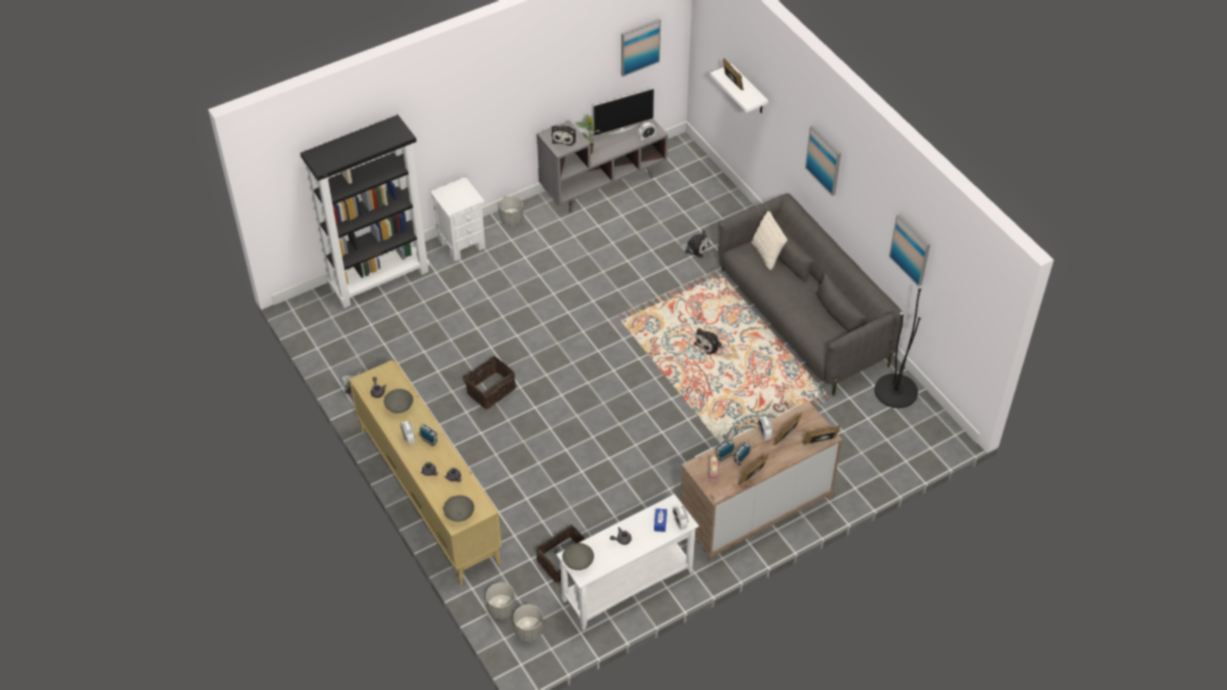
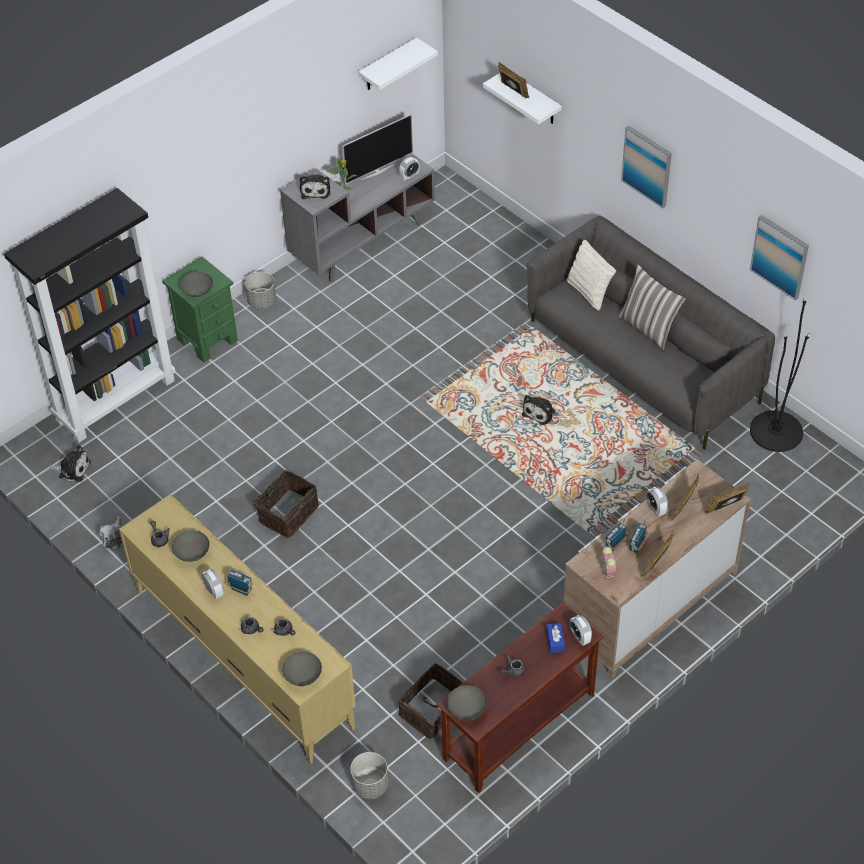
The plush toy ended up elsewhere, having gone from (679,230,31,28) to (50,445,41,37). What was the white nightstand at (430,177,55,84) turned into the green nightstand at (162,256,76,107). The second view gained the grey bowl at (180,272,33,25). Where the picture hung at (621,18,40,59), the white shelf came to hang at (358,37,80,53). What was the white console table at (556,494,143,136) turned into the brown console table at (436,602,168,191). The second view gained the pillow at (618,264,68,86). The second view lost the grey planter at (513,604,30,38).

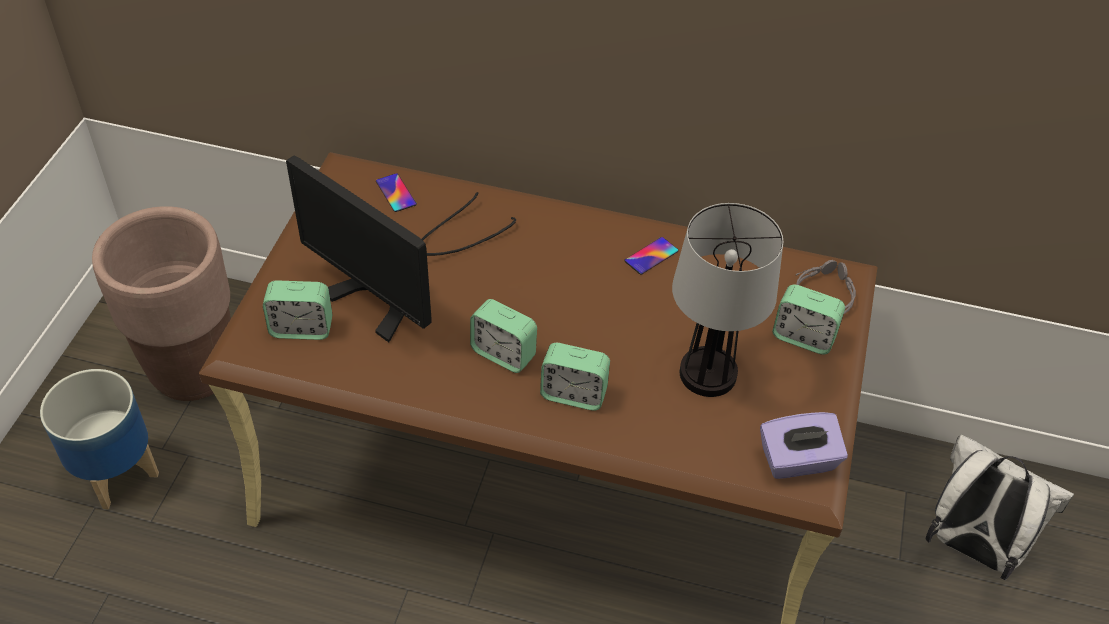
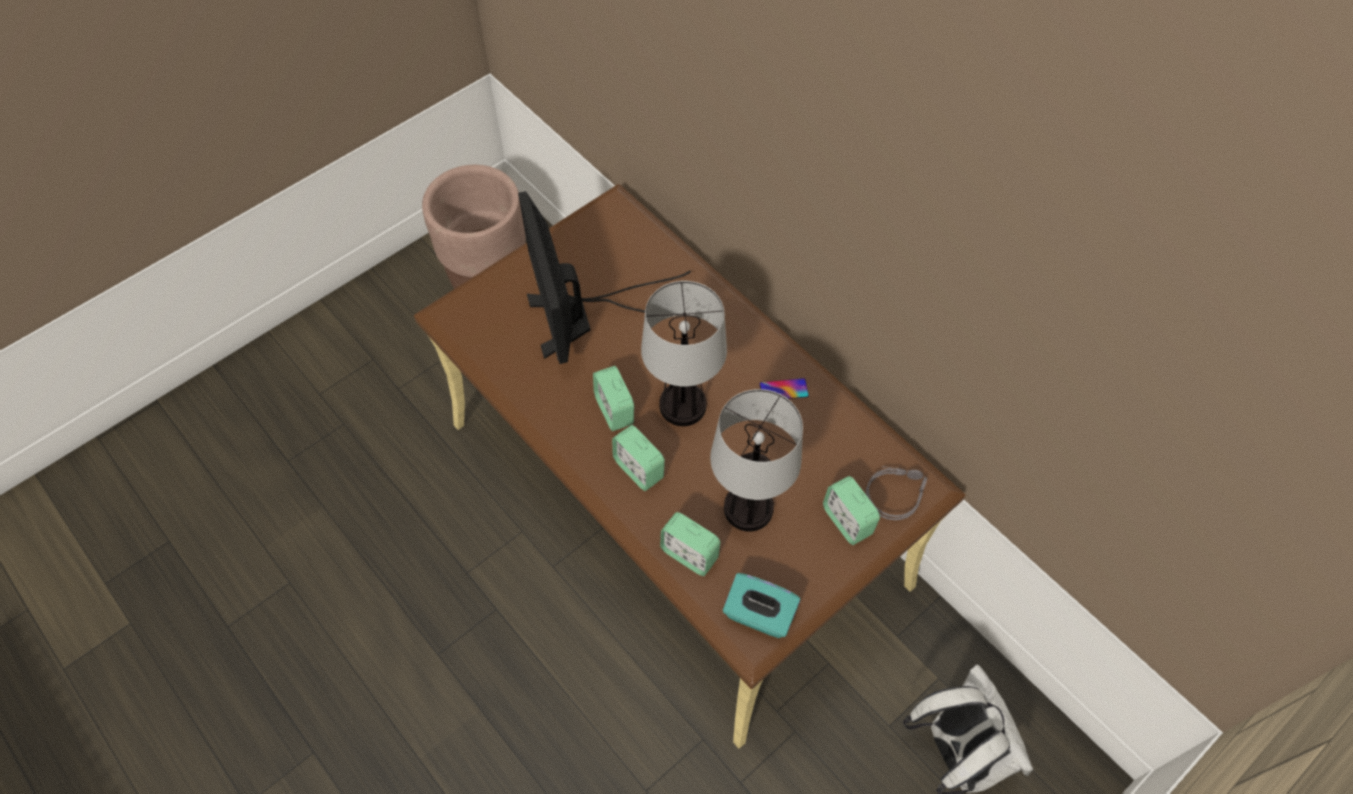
The second view gained the table lamp at (641,281,86,145). The alarm clock ended up elsewhere, having gone from (263,280,69,60) to (660,512,61,64). What was the purple tissue box at (760,412,88,67) turned into the turquoise tissue box at (723,573,77,65). The second view lost the planter at (40,369,119,140). The second view lost the phone at (376,173,41,39).

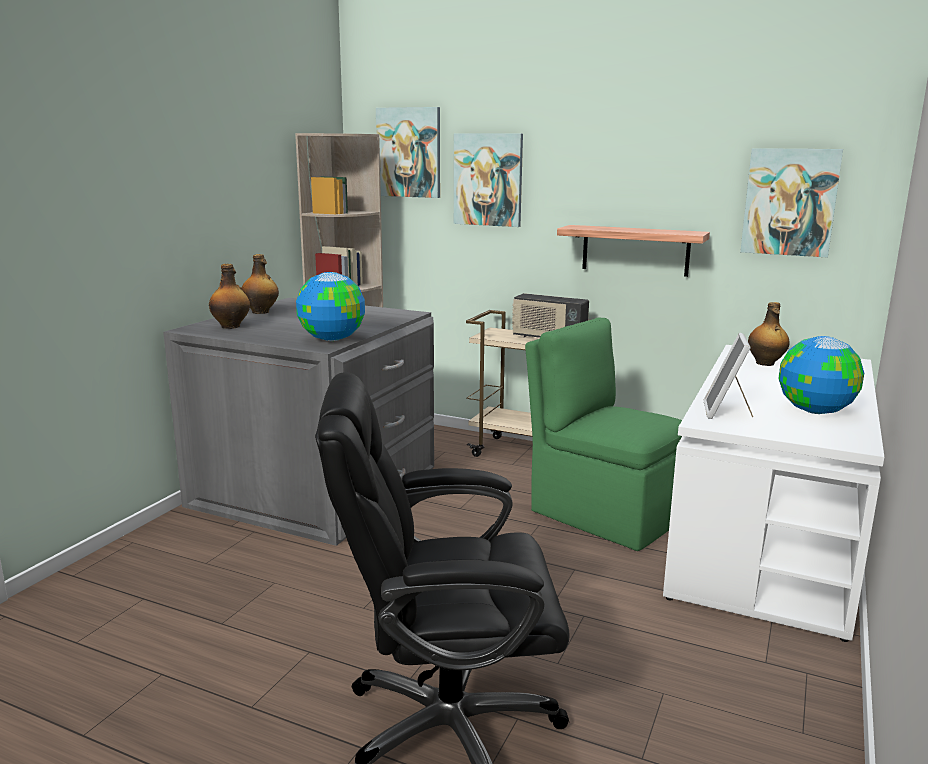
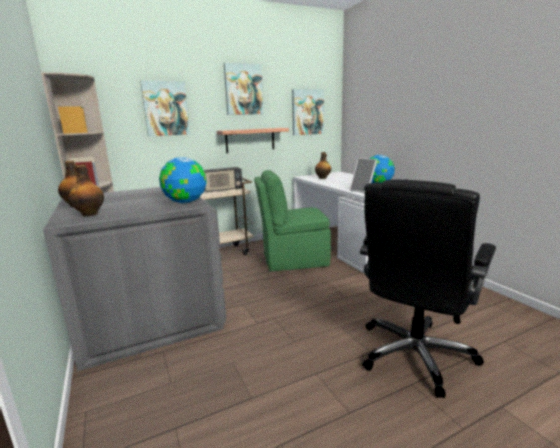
The picture ended up elsewhere, having gone from (376,107,64,91) to (224,63,40,52).

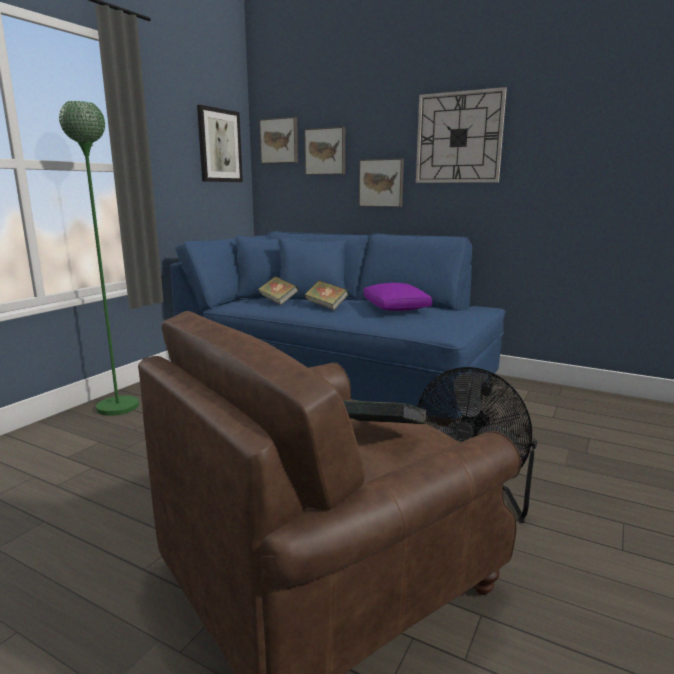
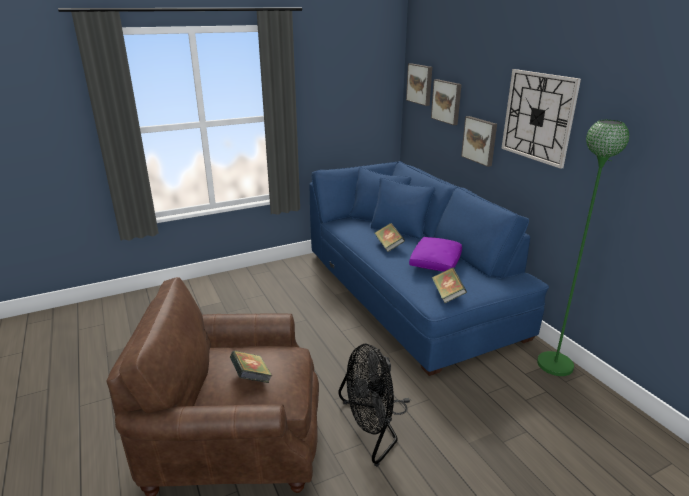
The book ended up elsewhere, having gone from (258,276,41,29) to (432,267,35,36). The green floor lamp ended up elsewhere, having gone from (59,101,80,315) to (537,120,92,256). The second view lost the picture at (197,105,46,77).

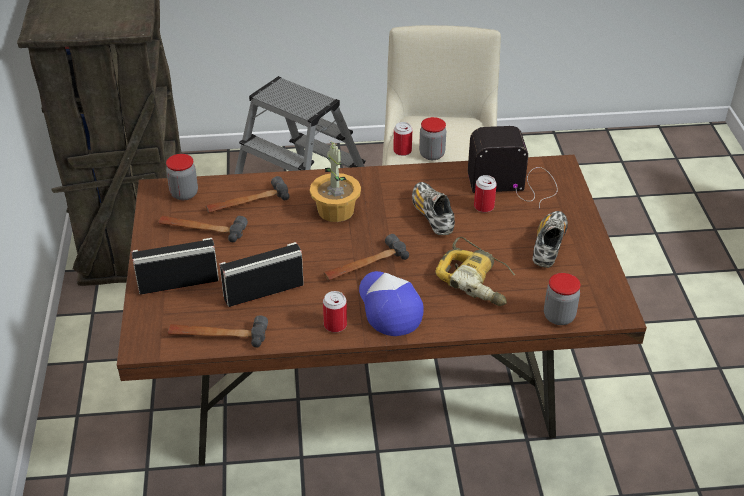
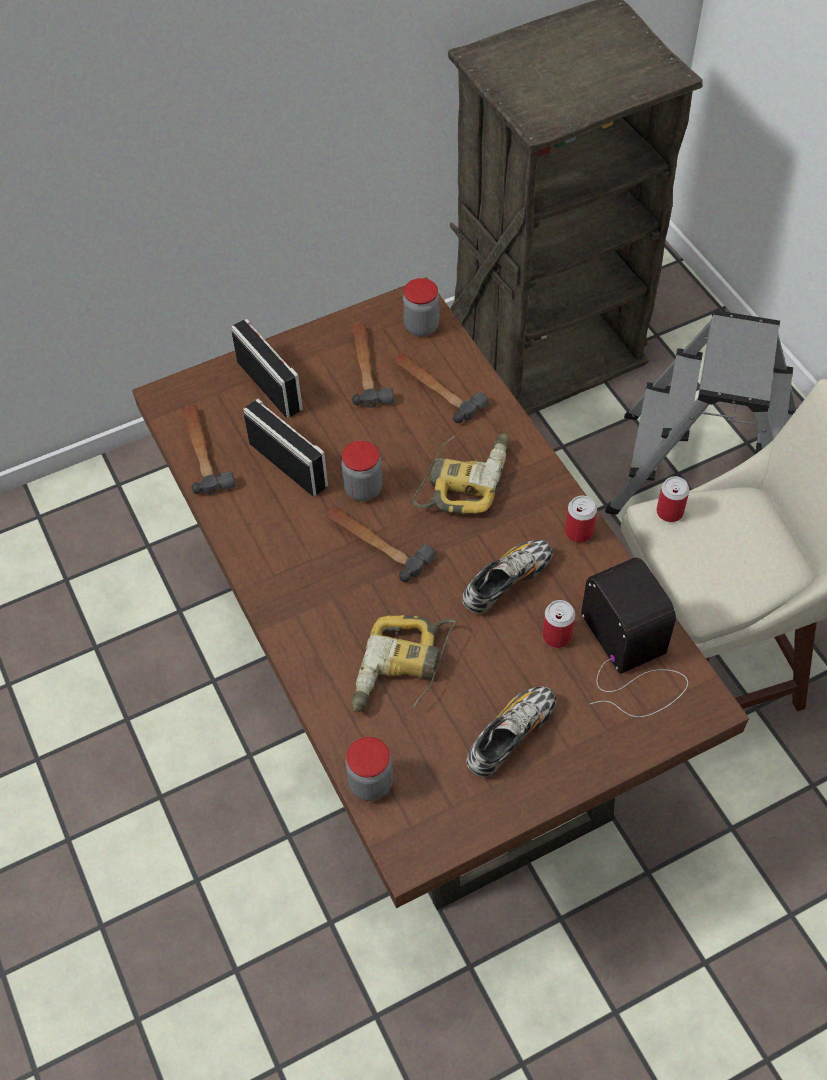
The jar ended up elsewhere, having gone from (419,117,27,43) to (341,441,42,60). Where the potted plant stood at (310,142,51,80), the power drill came to stand at (413,433,97,81). The shoe at (532,211,36,57) ended up facing another way, 45 degrees counterclockwise from before. The can ended up elsewhere, having gone from (323,291,24,42) to (565,496,32,47). The second view lost the cap at (359,271,65,65).

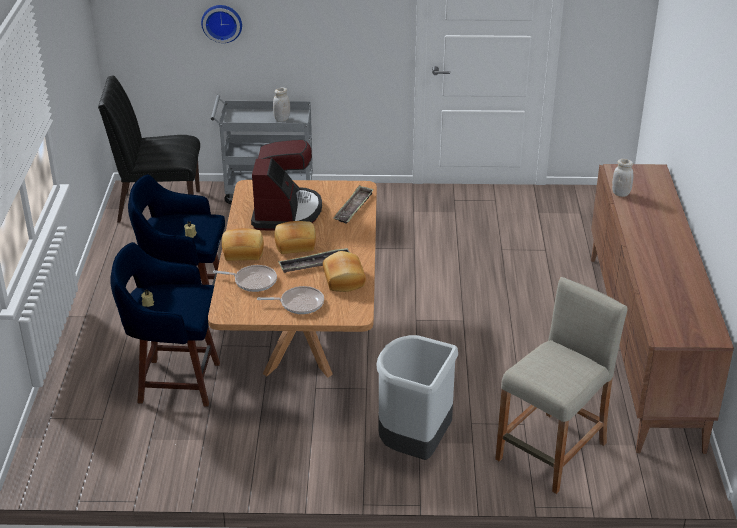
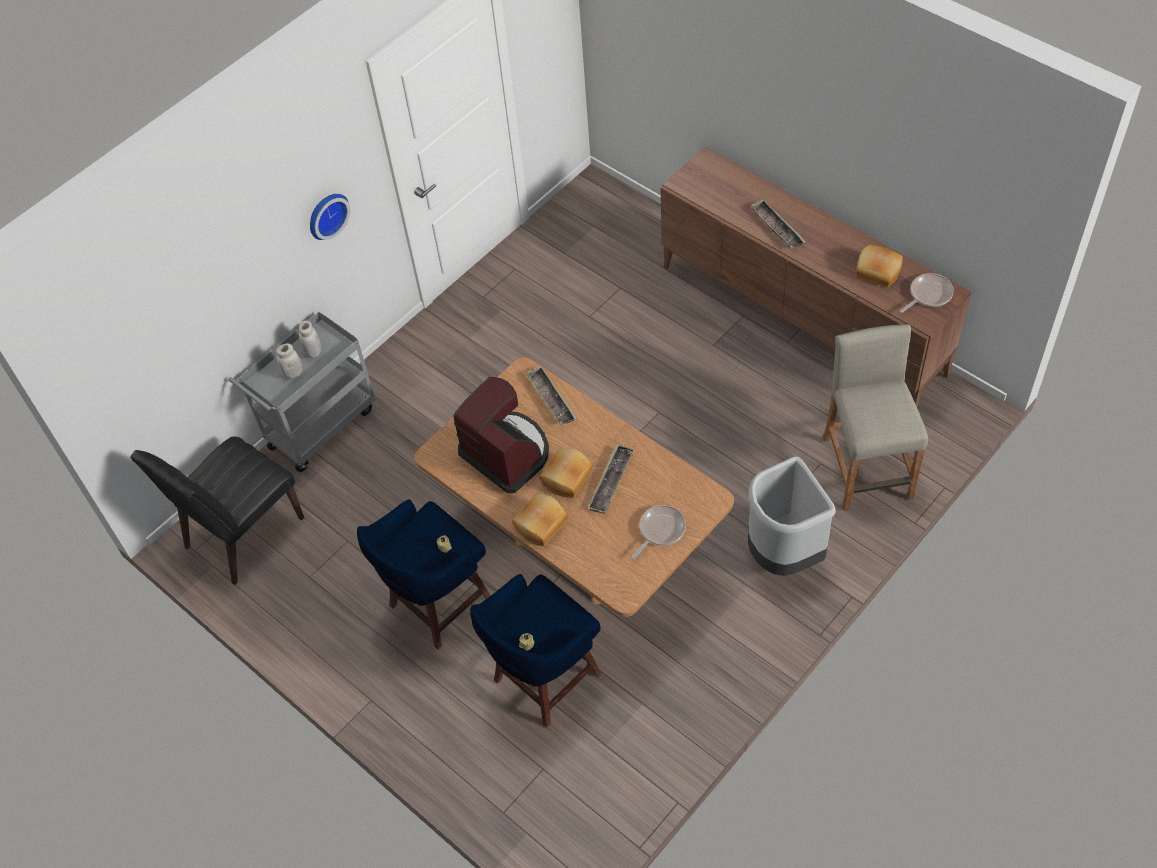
The white jar ended up elsewhere, having gone from (612,159,21,38) to (276,343,26,36). The wall clock ended up elsewhere, having gone from (201,5,41,38) to (310,194,40,46). The second view gained the tray at (750,199,55,49). The bread ended up elsewhere, having gone from (323,251,43,41) to (856,245,47,43). The frying pan ended up elsewhere, having gone from (213,265,64,27) to (900,273,54,40).

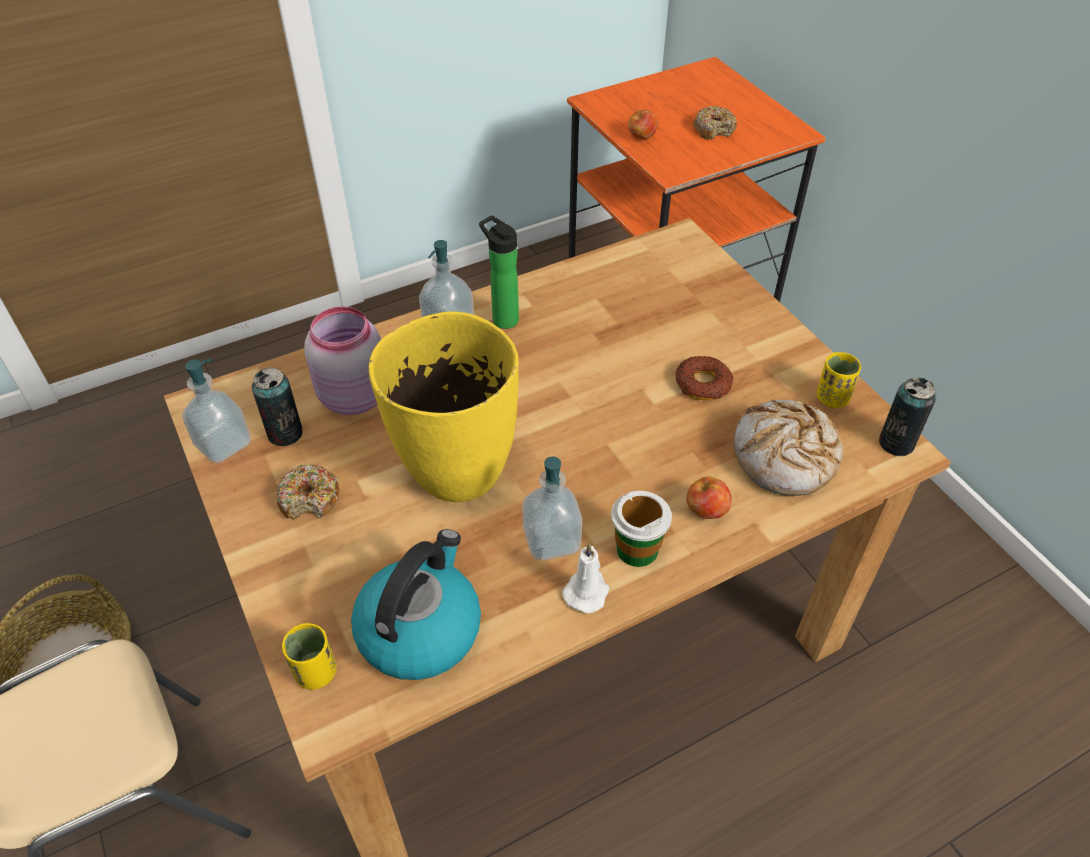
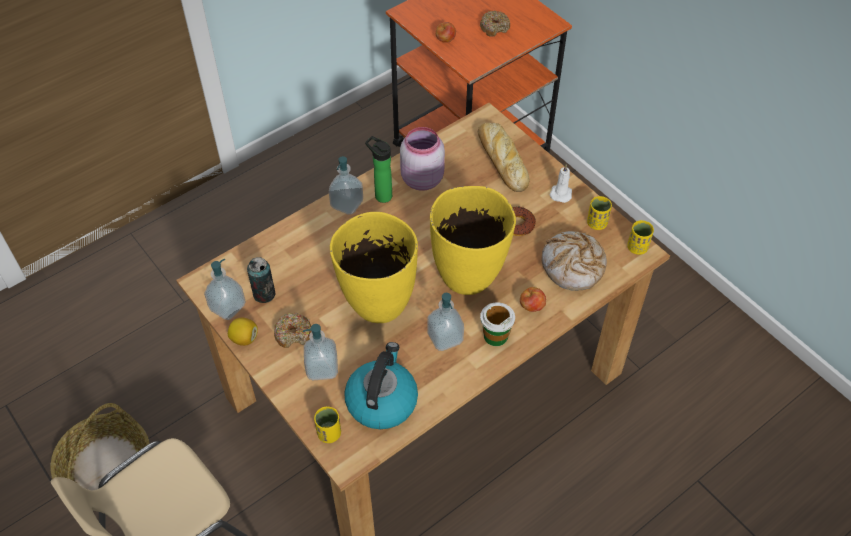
The second view gained the lemon at (228,317,30,29). The second view gained the soap dispenser at (303,324,35,56). The pink jar ended up elsewhere, having gone from (304,306,77,109) to (400,127,45,64). The second view gained the yellow vase at (430,186,86,109). The second view gained the bread at (478,123,51,69). The white candle ended up elsewhere, having gone from (562,543,47,70) to (549,164,23,39). Where the can stood at (879,377,57,79), the yellow cup came to stand at (627,220,27,35).

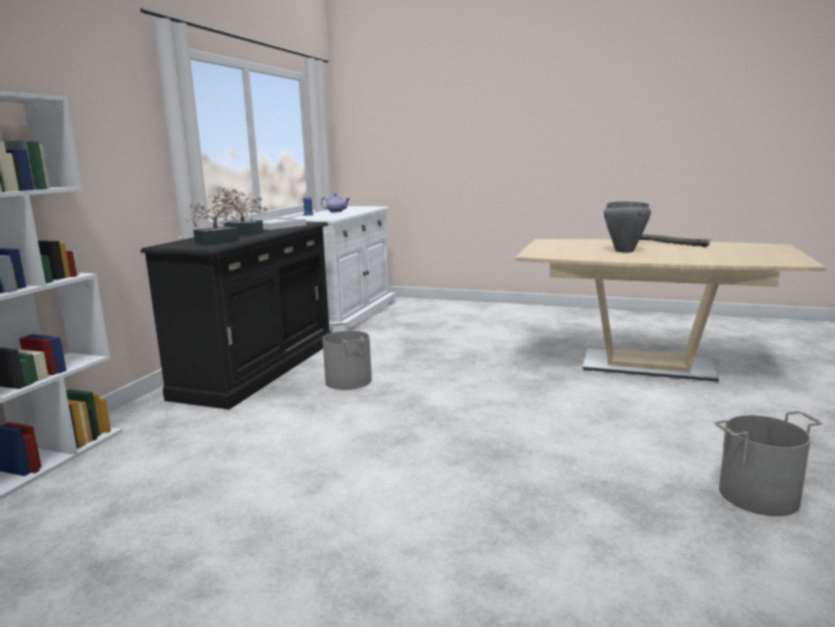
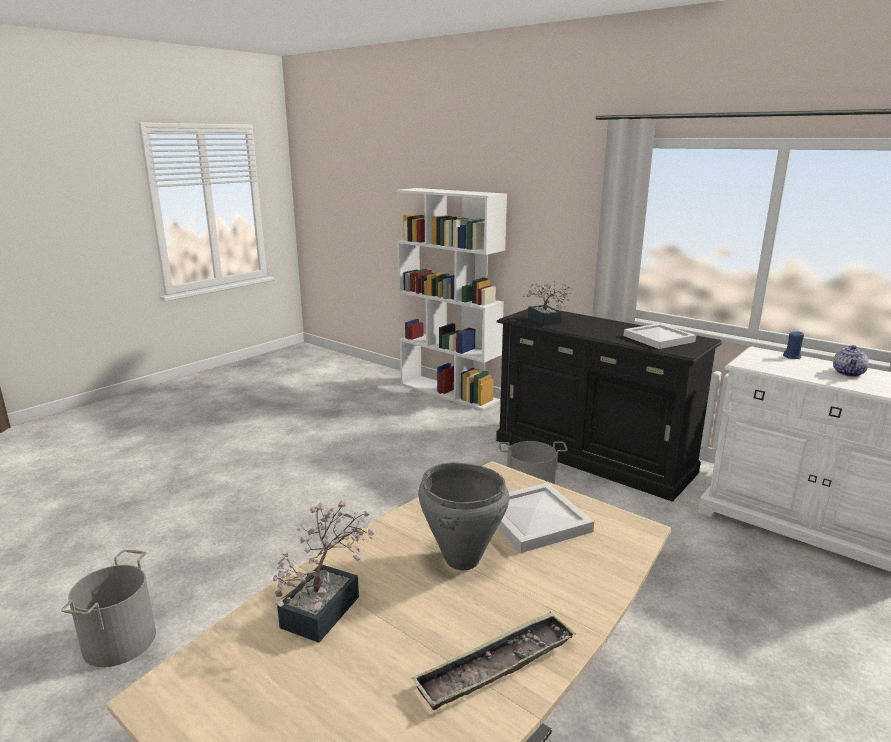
The potted plant ended up elsewhere, having gone from (208,187,60,48) to (273,501,101,142). The second view gained the white tray at (498,483,96,70).

